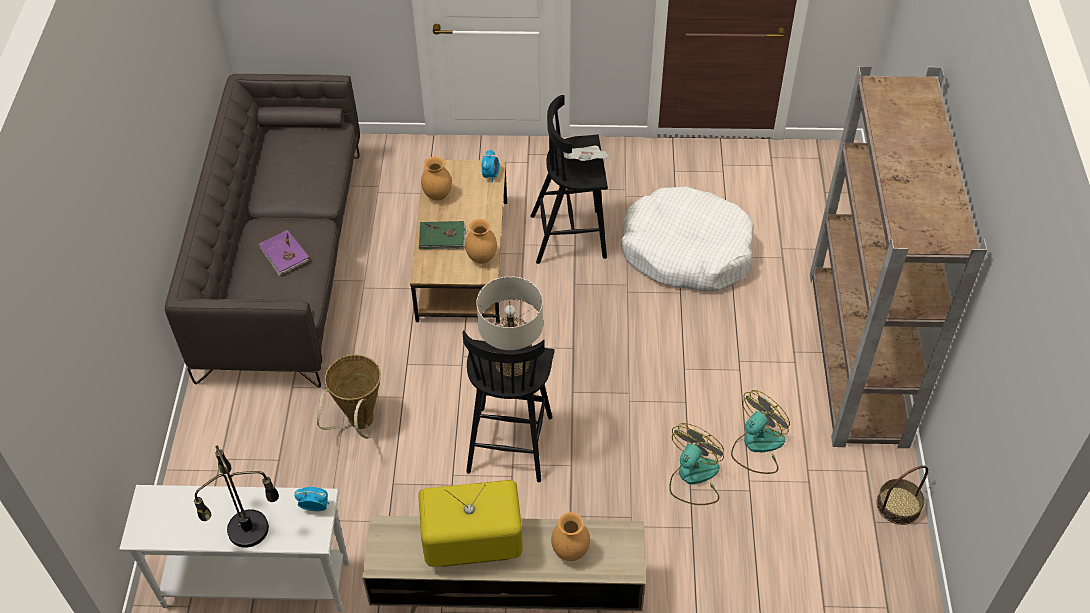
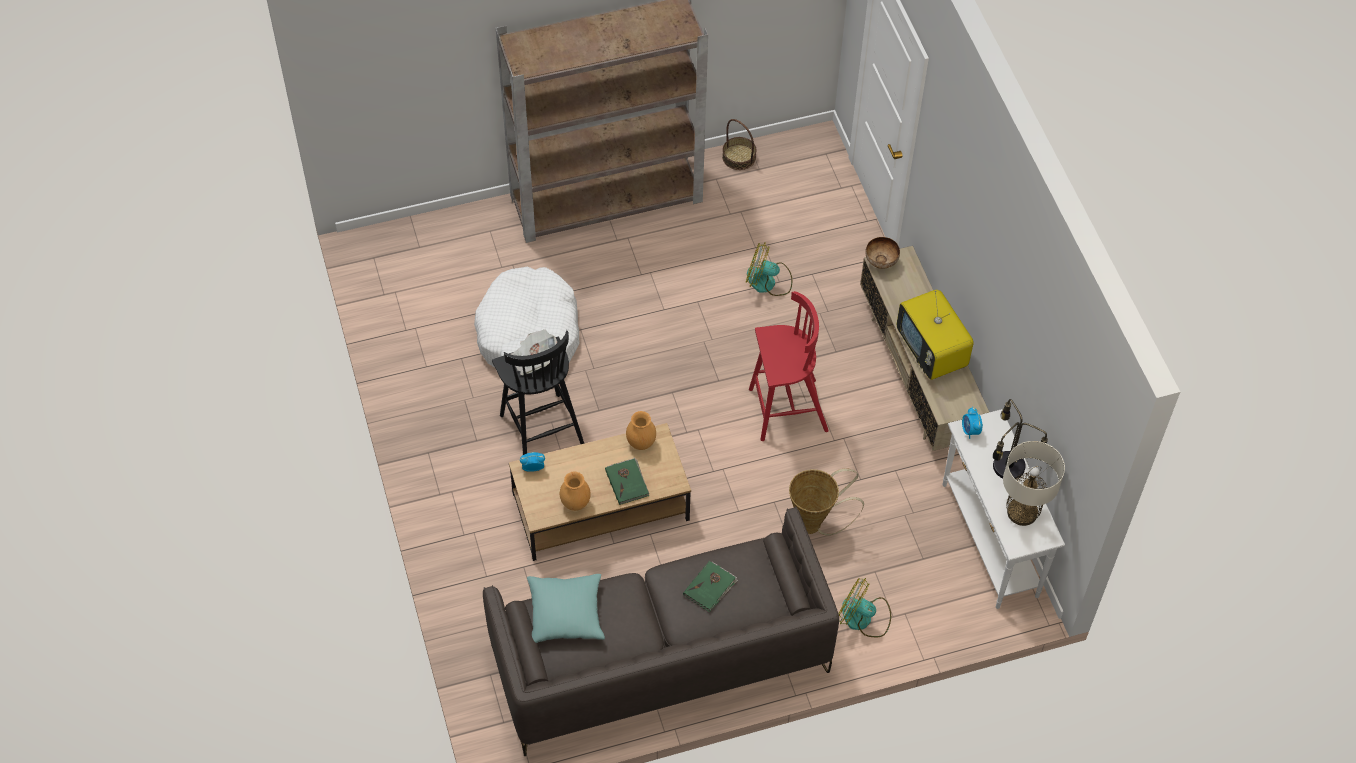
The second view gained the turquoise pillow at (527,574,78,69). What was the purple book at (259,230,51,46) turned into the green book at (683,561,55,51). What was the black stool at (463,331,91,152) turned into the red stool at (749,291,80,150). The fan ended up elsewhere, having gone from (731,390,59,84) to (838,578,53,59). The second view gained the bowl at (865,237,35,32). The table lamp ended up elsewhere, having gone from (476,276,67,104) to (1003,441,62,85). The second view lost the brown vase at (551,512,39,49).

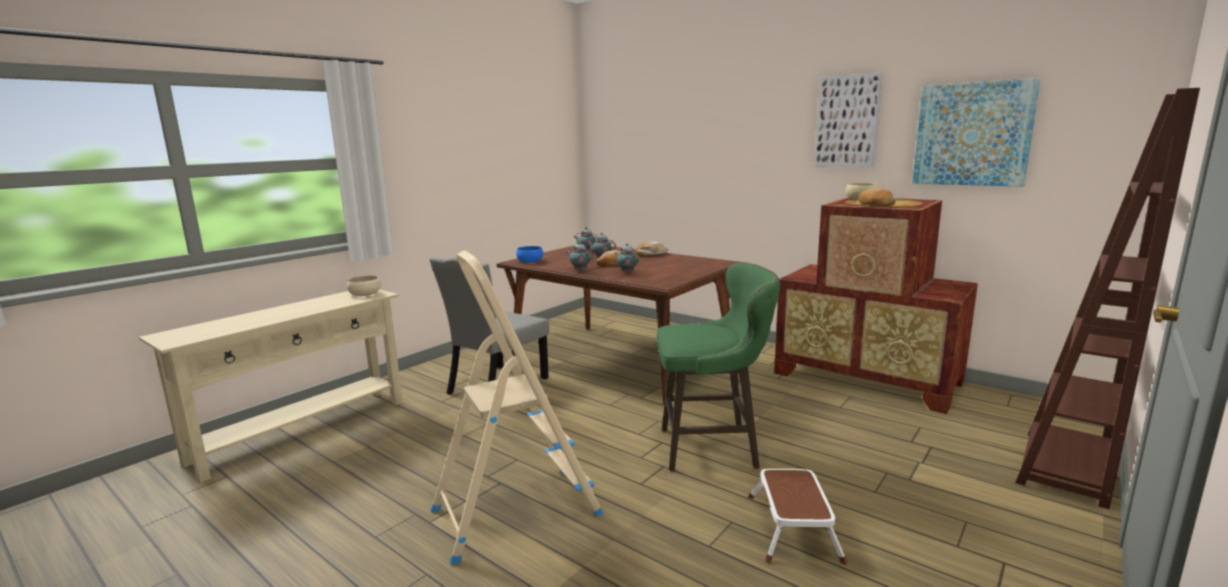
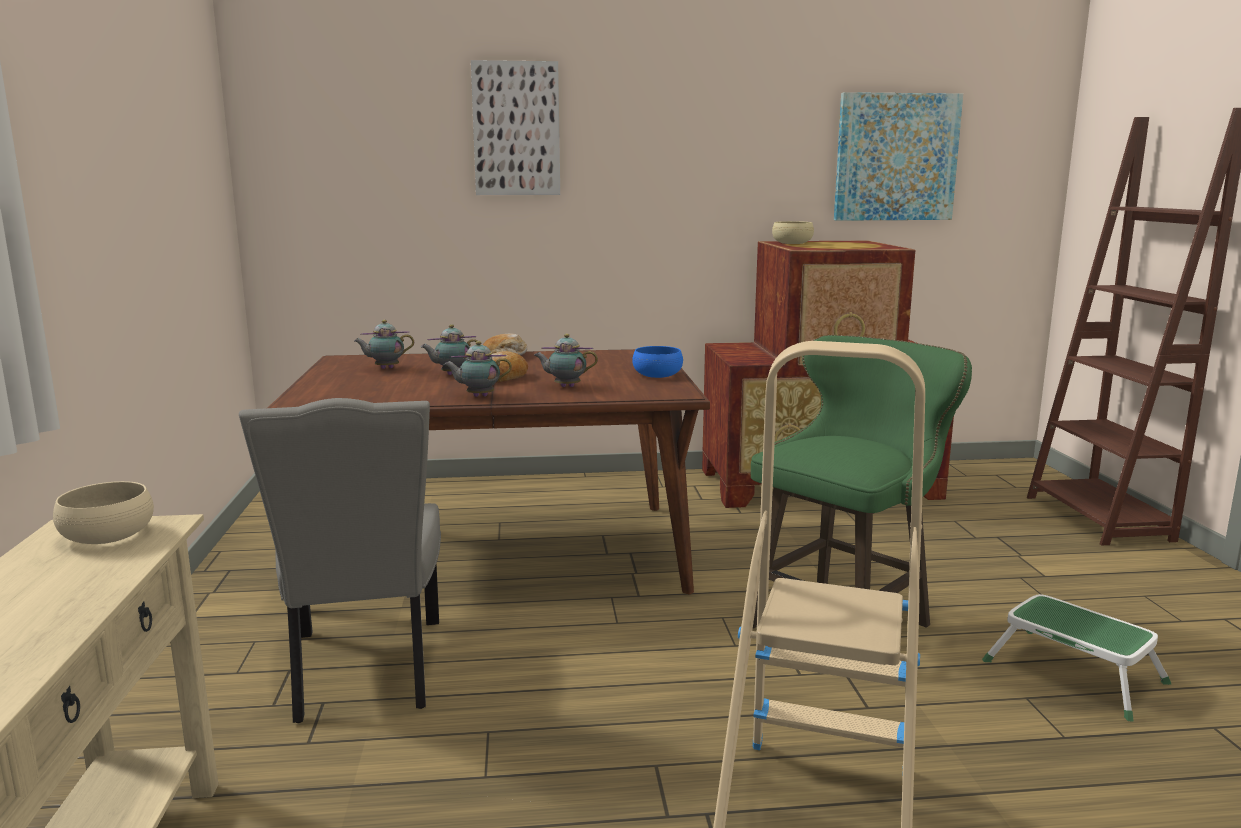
The picture ended up elsewhere, having gone from (815,72,68,95) to (471,60,89,135). The blue bowl ended up elsewhere, having gone from (516,246,27,17) to (632,346,51,32). What was the brown step ladder at (748,469,99,96) turned into the green step ladder at (982,594,189,127). The second view lost the bread at (858,188,38,18).

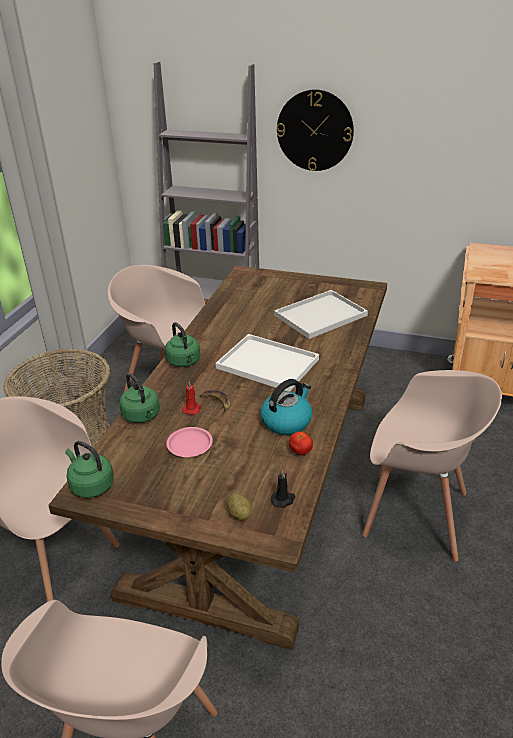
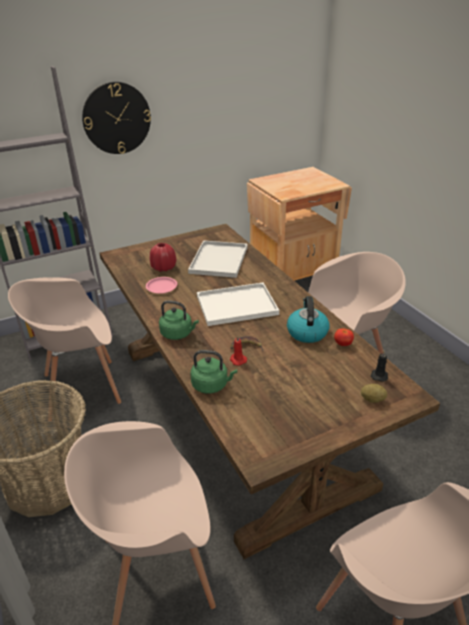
The pink plate ended up elsewhere, having gone from (166,427,47,30) to (146,277,31,17). The second view gained the red vase at (150,243,26,29). The second view lost the green kettle at (66,441,48,57).

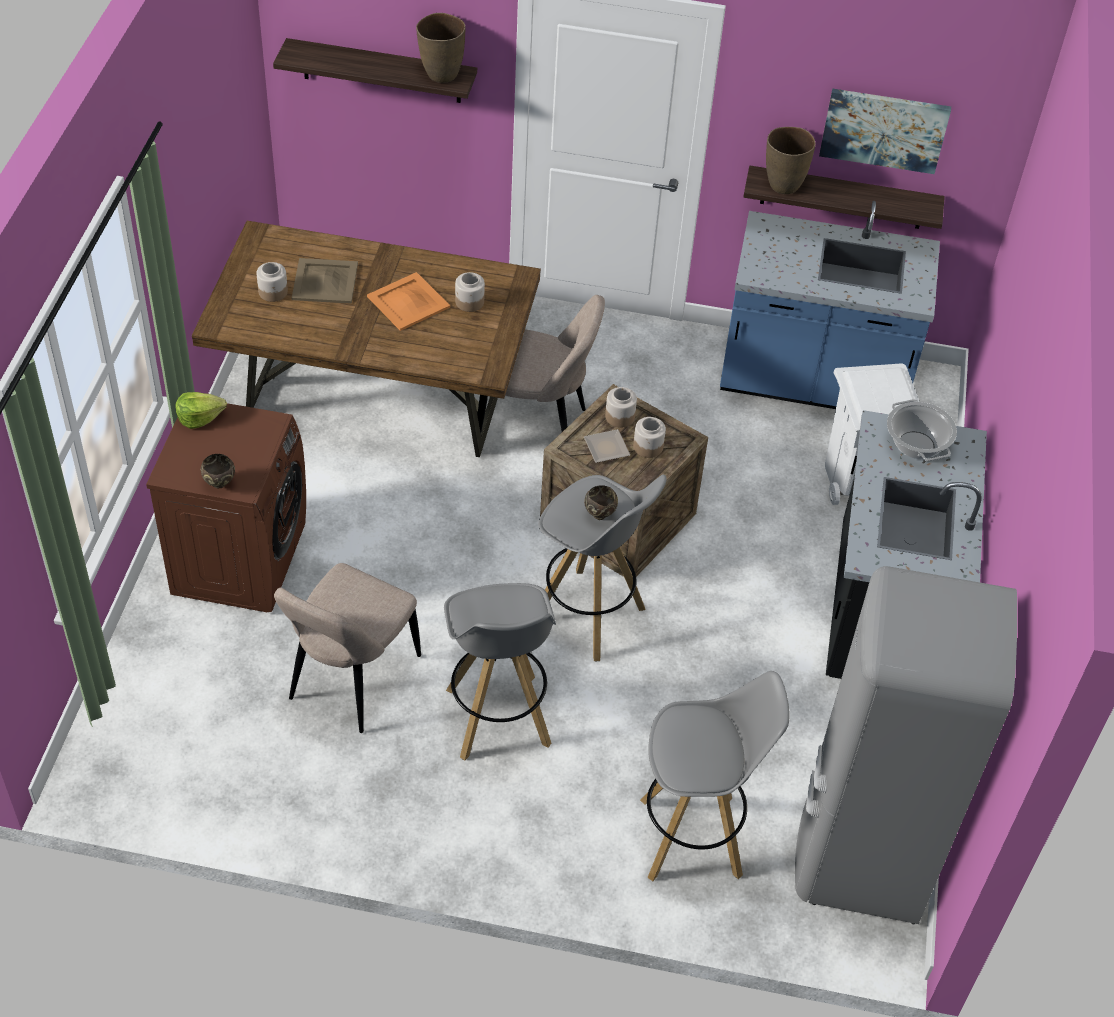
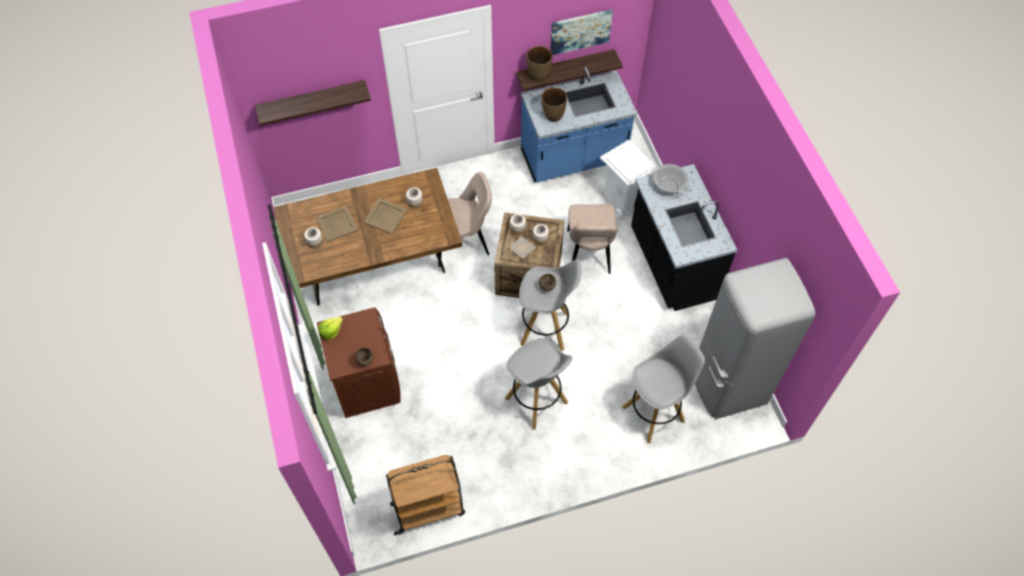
What was the orange tray at (367,272,83,59) turned into the beige tray at (363,198,45,36). The second view gained the brown cart at (386,455,79,81). The brown vase ended up elsewhere, having gone from (416,13,50,70) to (541,88,26,34). The beige chair ended up elsewhere, having gone from (274,563,147,170) to (567,205,51,69).

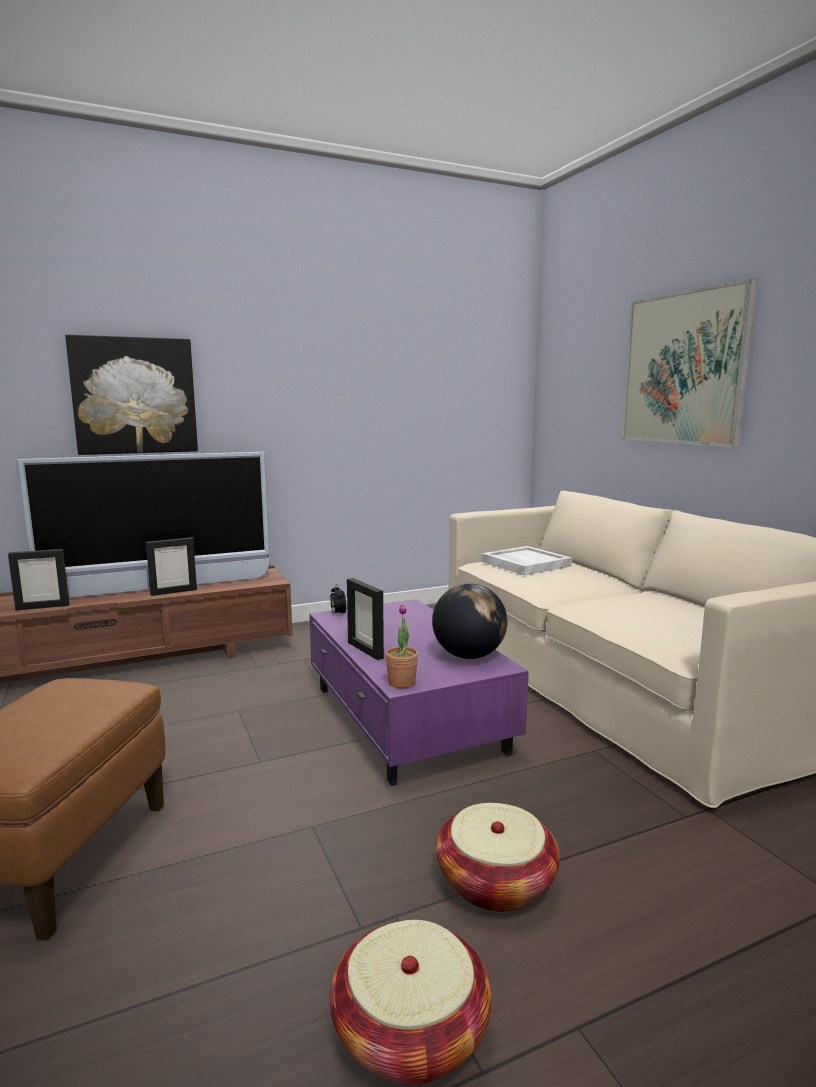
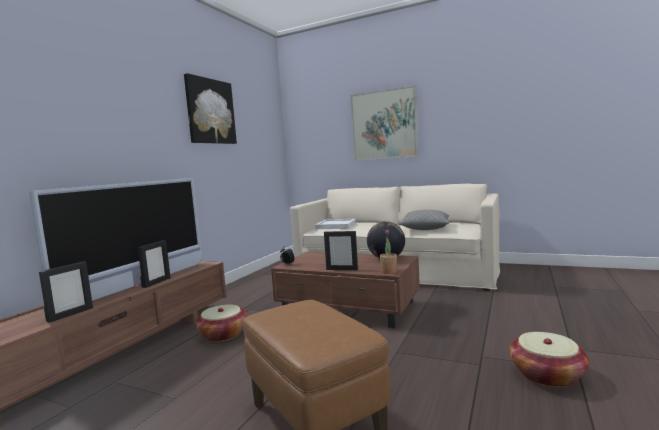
The picture ended up elsewhere, having gone from (65,335,133,120) to (184,73,53,71). The basket ended up elsewhere, having gone from (436,803,124,110) to (195,304,52,38). What was the purple coffee table at (309,599,220,187) turned into the brown coffee table at (271,252,149,76). The second view gained the grey pillow at (399,210,51,20).

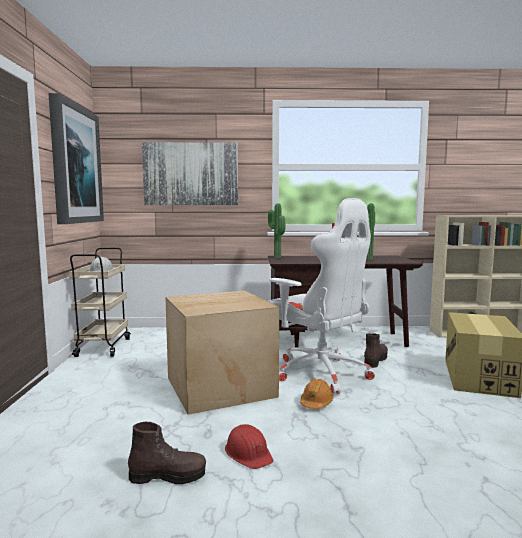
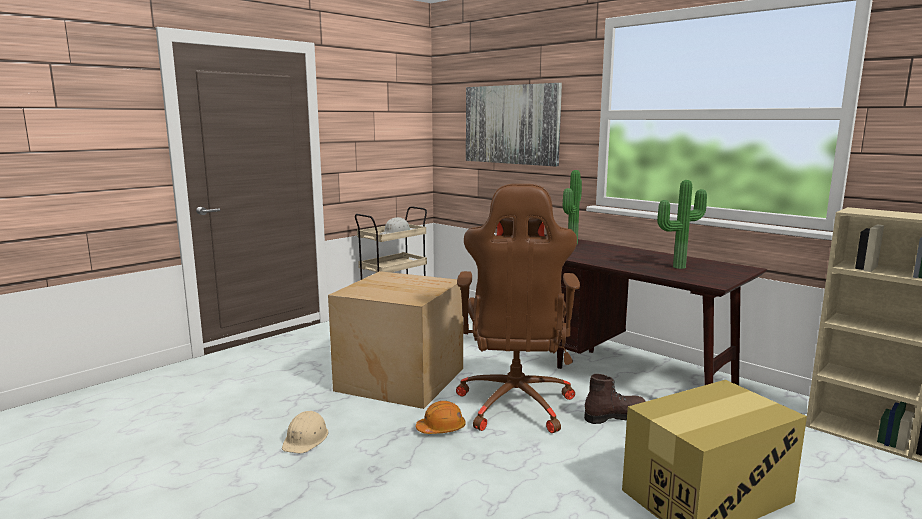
What was the red hard hat at (225,424,48,45) turned into the beige hard hat at (282,411,46,42). What was the white office chair at (268,198,107,196) turned into the brown office chair at (456,184,124,249). The second view lost the picture at (48,93,56,131). The second view lost the brown boot at (128,422,78,62).

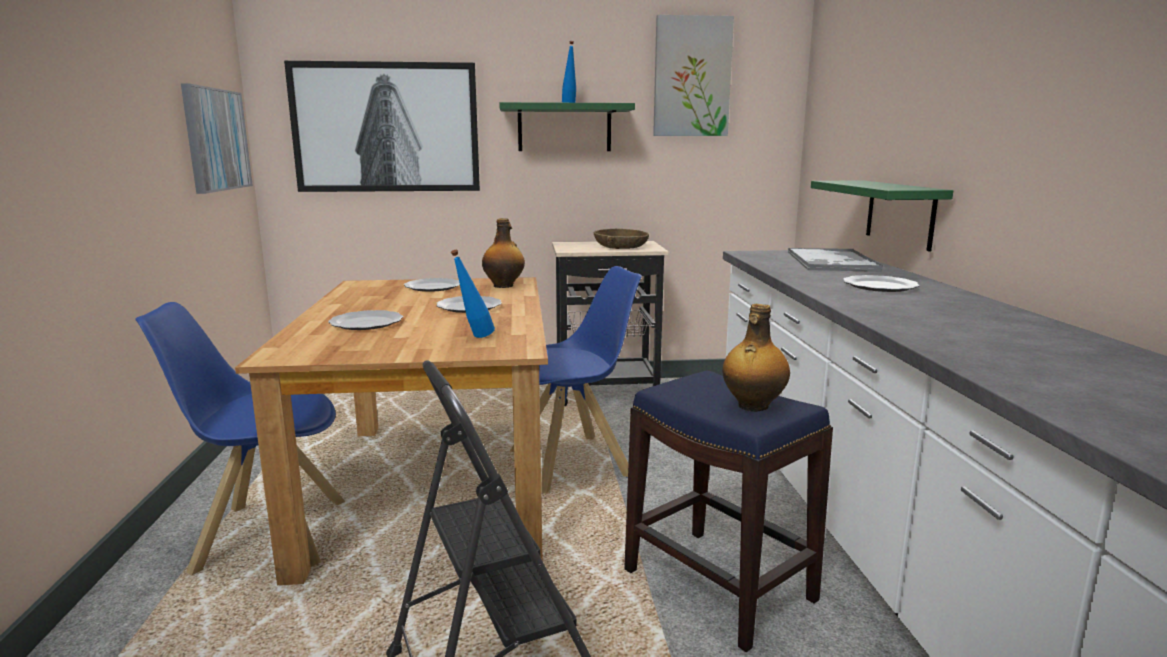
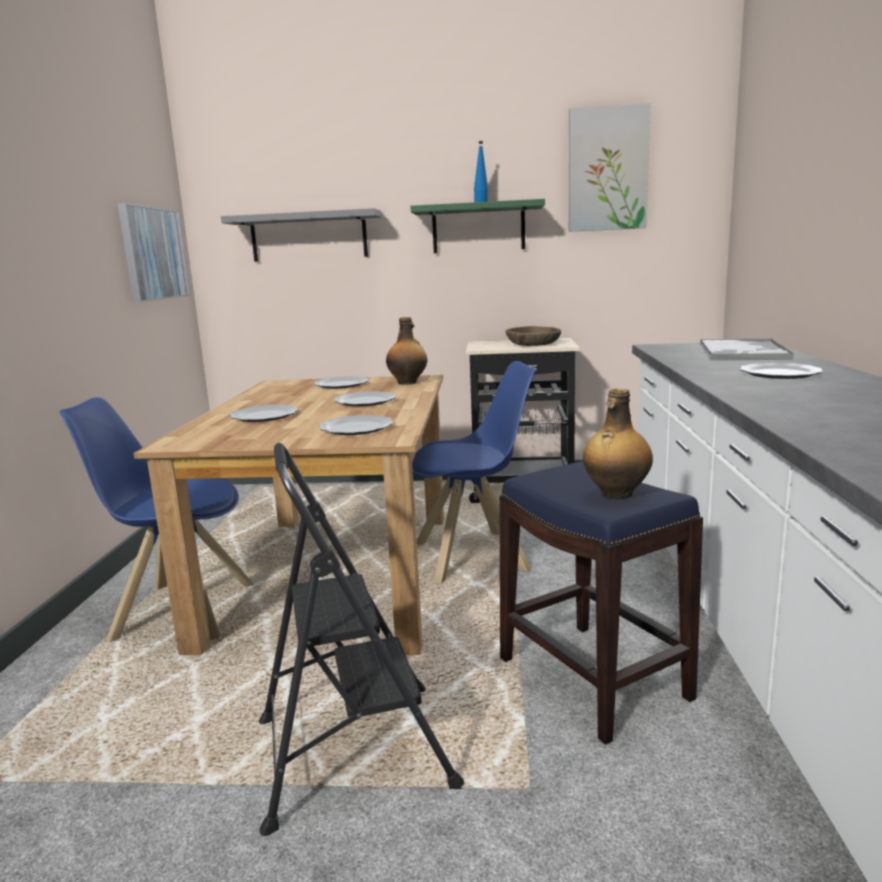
Where the picture hung at (284,61,196,131), the grey shelf came to hang at (221,208,160,54). Where the blue bottle stood at (451,250,44,88), the plate came to stand at (319,415,74,20). The second view lost the green shelf at (811,181,142,71).

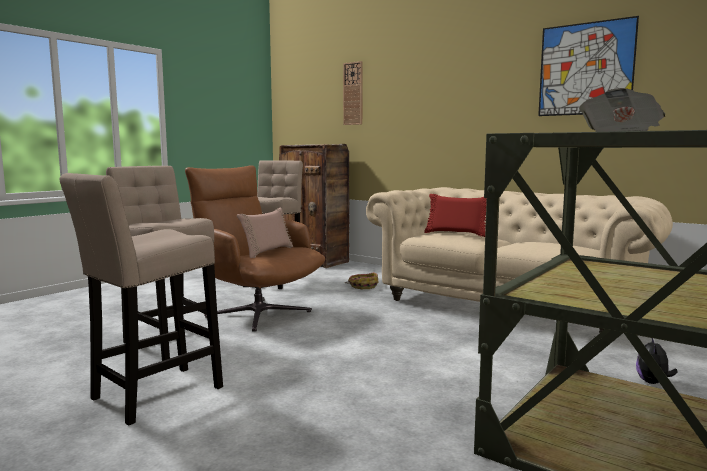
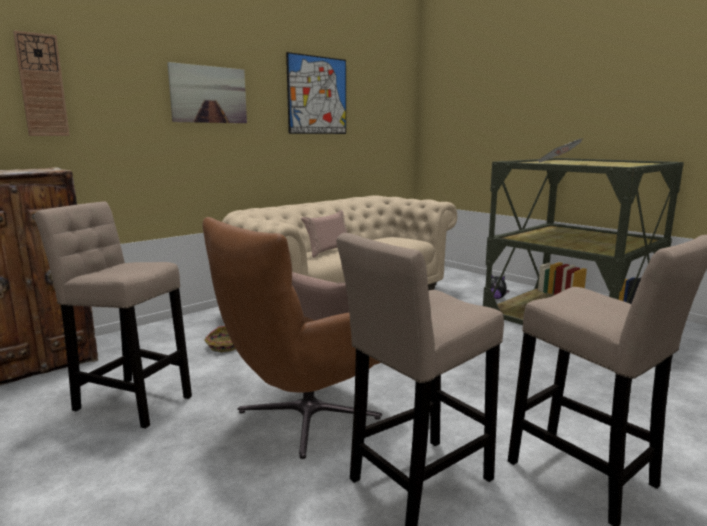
The second view gained the picture at (167,62,80,61). What was the red pillow at (424,194,63,43) turned into the beige pillow at (301,210,47,48).

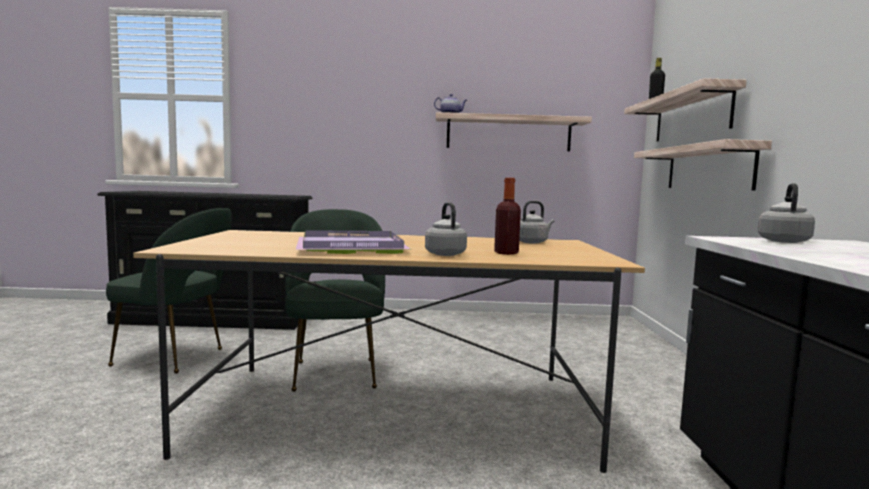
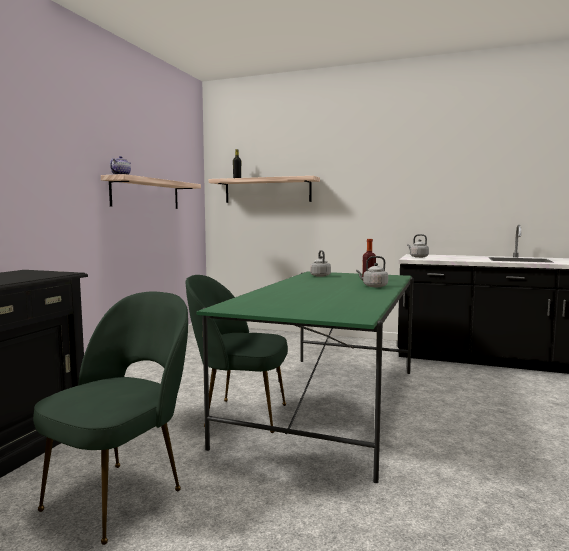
What was the beige dining table at (133,230,512,243) turned into the green dining table at (197,271,216,212). The second view lost the purple tray at (296,230,115,24). The second view lost the shelf at (634,139,138,52).

